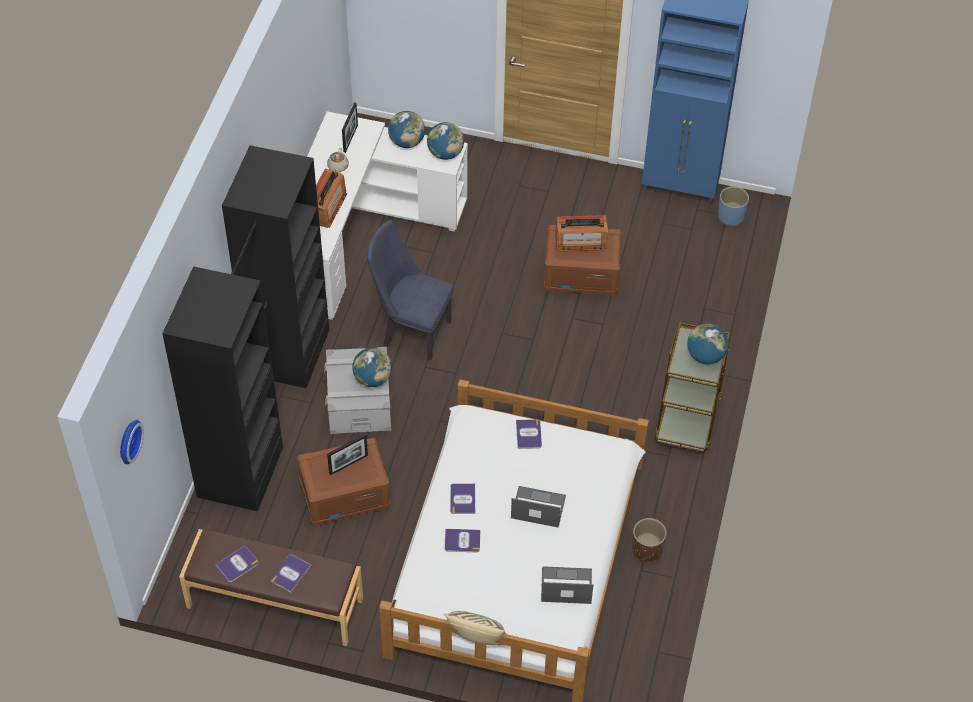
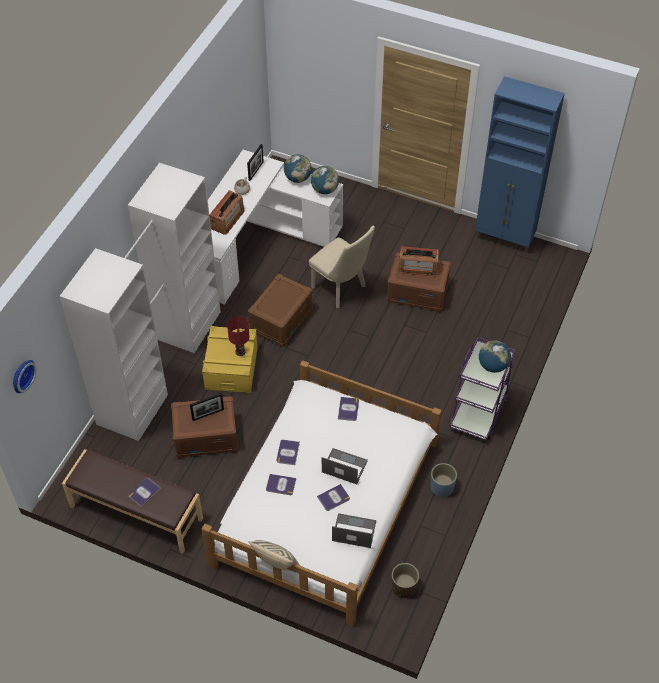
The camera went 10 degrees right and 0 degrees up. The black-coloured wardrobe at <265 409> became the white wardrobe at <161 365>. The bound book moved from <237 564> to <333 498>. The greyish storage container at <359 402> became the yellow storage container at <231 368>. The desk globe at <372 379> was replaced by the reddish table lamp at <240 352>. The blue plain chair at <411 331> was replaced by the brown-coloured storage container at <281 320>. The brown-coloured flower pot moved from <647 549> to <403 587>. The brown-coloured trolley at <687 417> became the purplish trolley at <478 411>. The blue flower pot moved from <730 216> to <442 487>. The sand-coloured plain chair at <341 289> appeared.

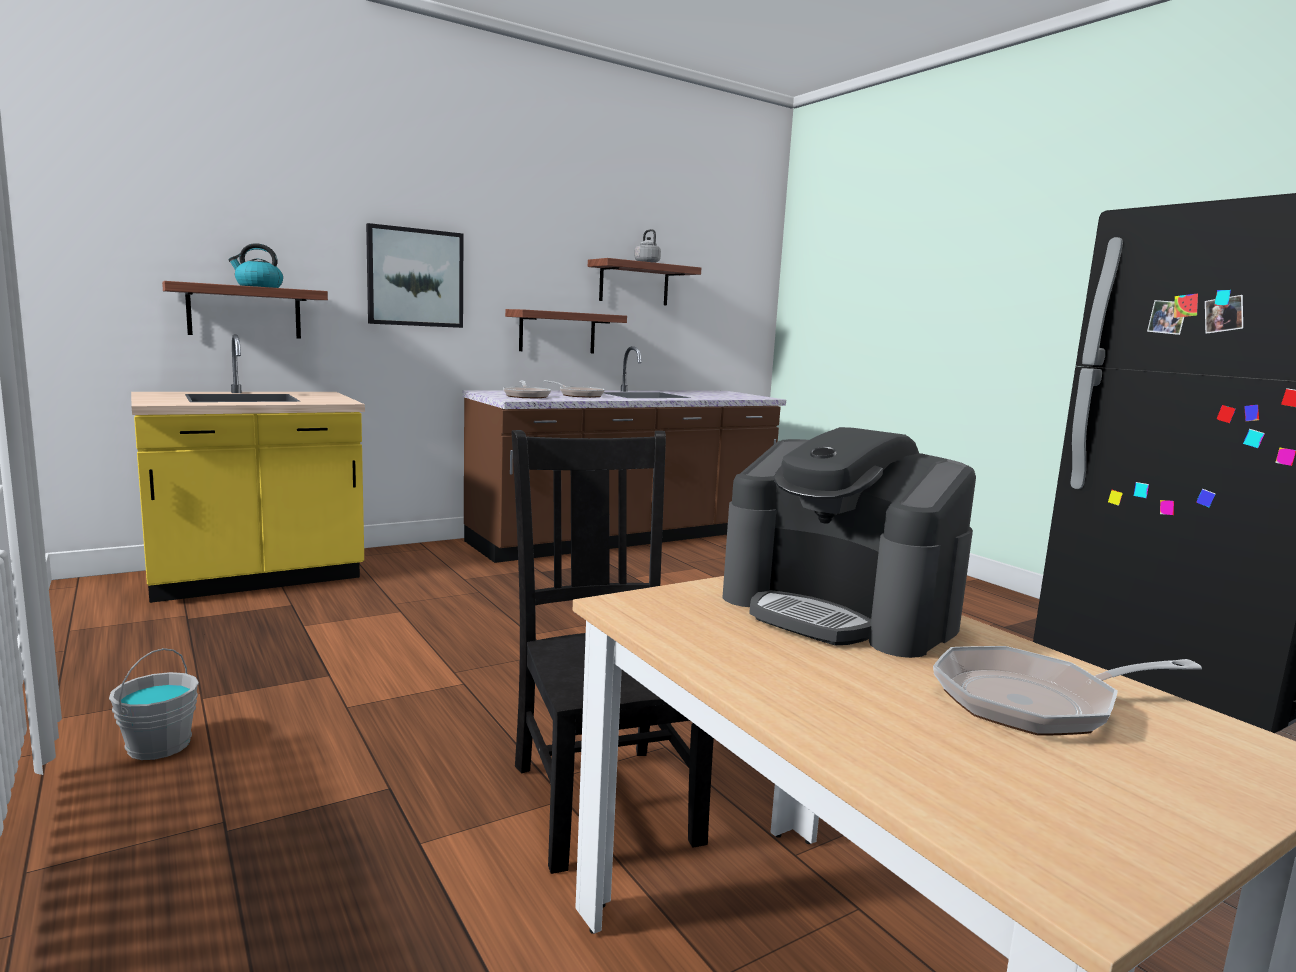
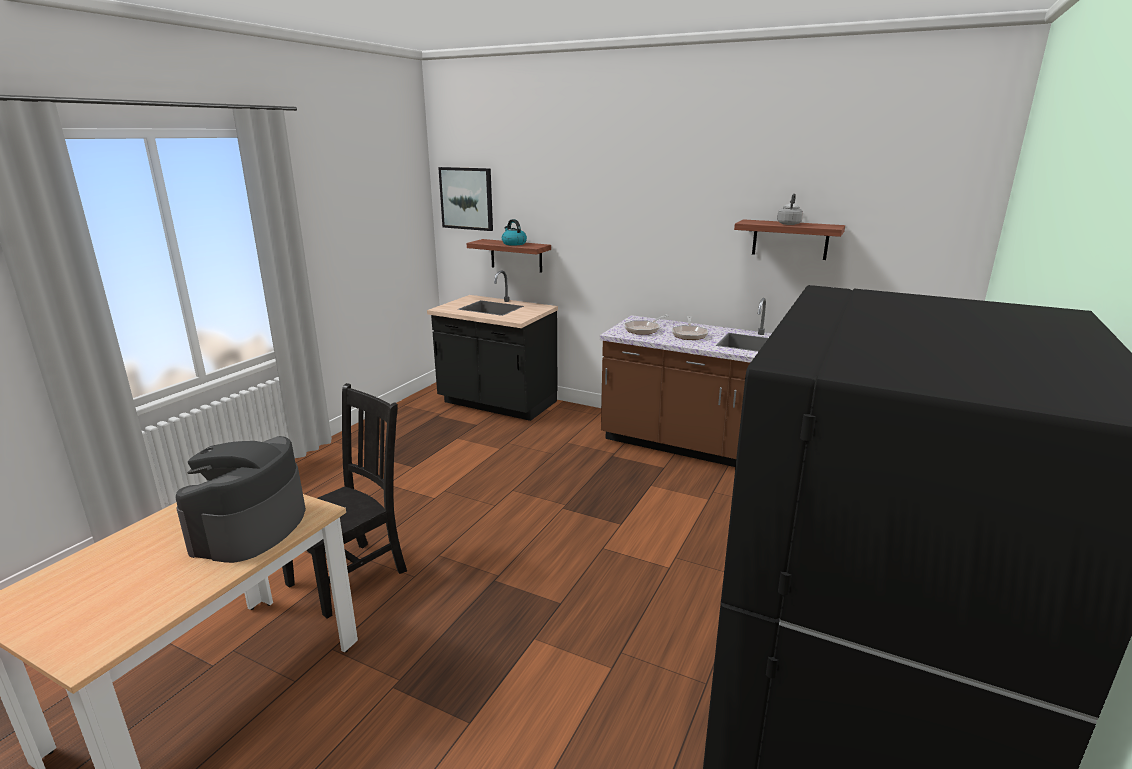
The camera went 60 degrees right and 10 degrees up. The greyish bucket at <158 745> disappeared. The yellow kitchen base unit at <256 578> became the black-coloured kitchen base unit at <497 404>. The picture moved from <415 277> to <467 198>. The bracket shelf at <557 332> disappeared. The pan at <1035 702> disappeared.

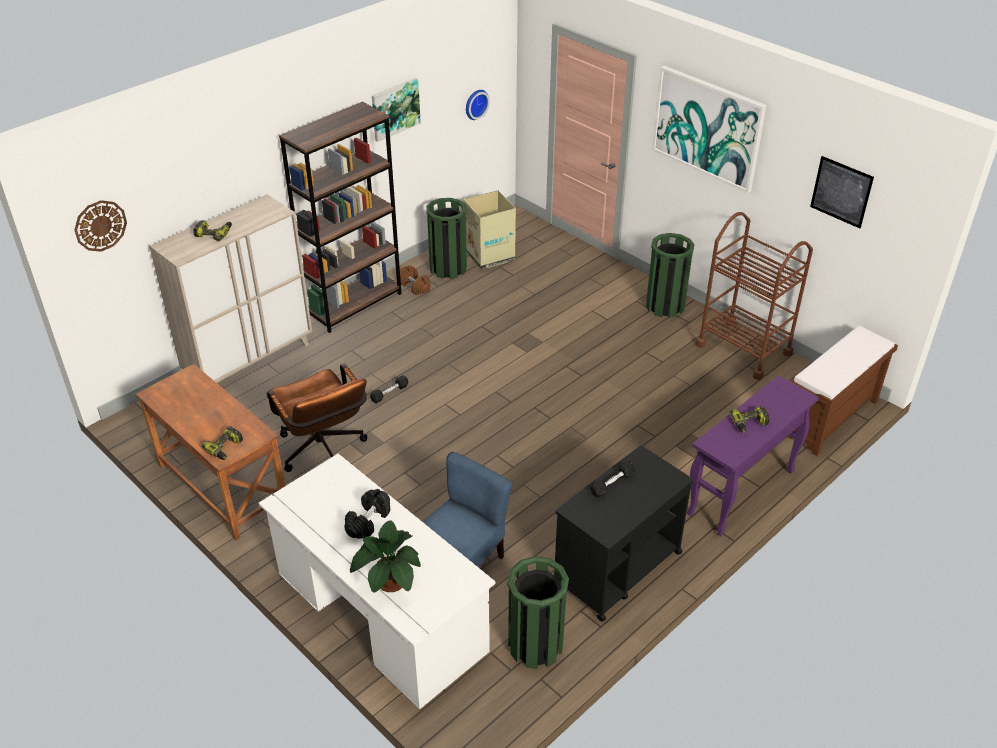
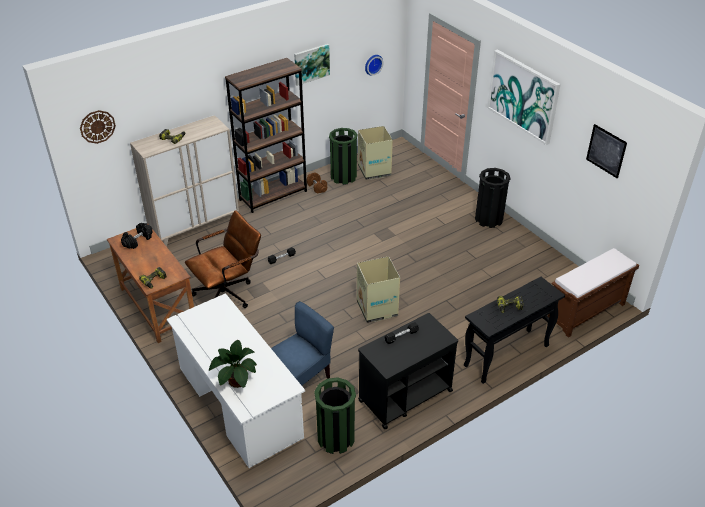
The camera went 10 degrees right and 0 degrees up. The brown-coloured office chair at <324 453> turned 105 degrees counterclockwise. The black-coloured free weight moved from <368 521> to <138 240>. The green-coloured waste bin at <665 306> became the black-coloured waste bin at <488 219>. The purplish console table at <741 493> became the black-coloured console table at <506 356>. The brown-coloured trolley at <743 349> disappeared. The carton at <377 309> appeared.

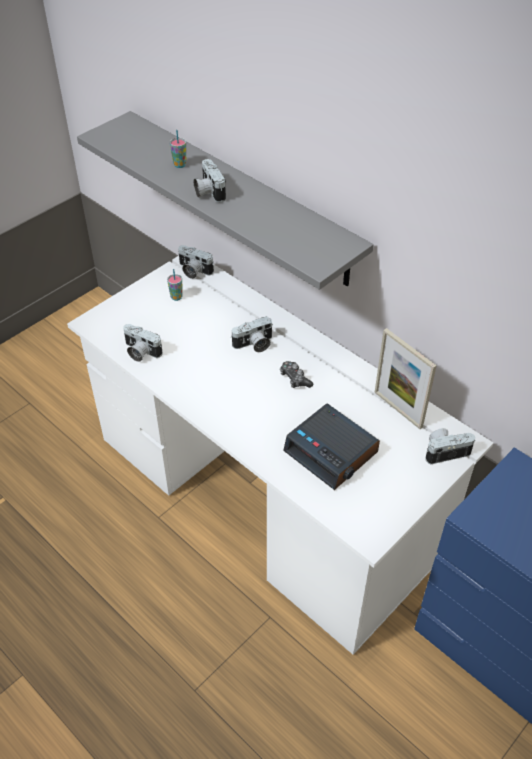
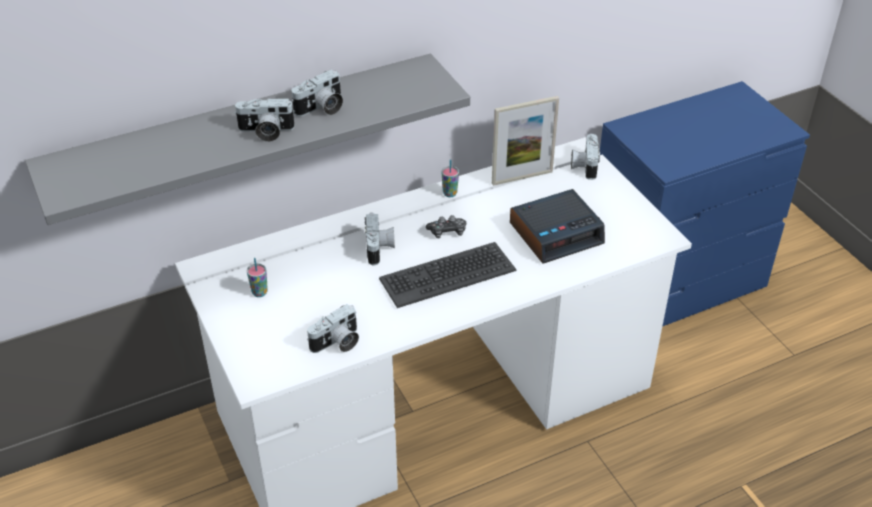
The camera went 70 degrees left and 5 degrees down. The drinking cup moved from <179 165> to <450 193>. The photo camera moved from <193 271> to <321 108>. The computer keyboard at <447 274> appeared.

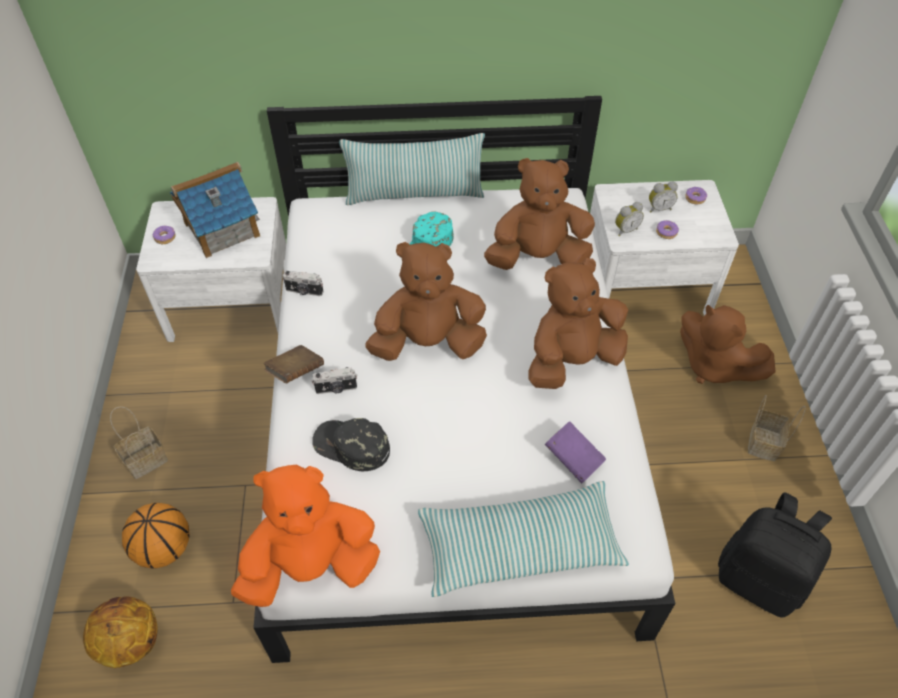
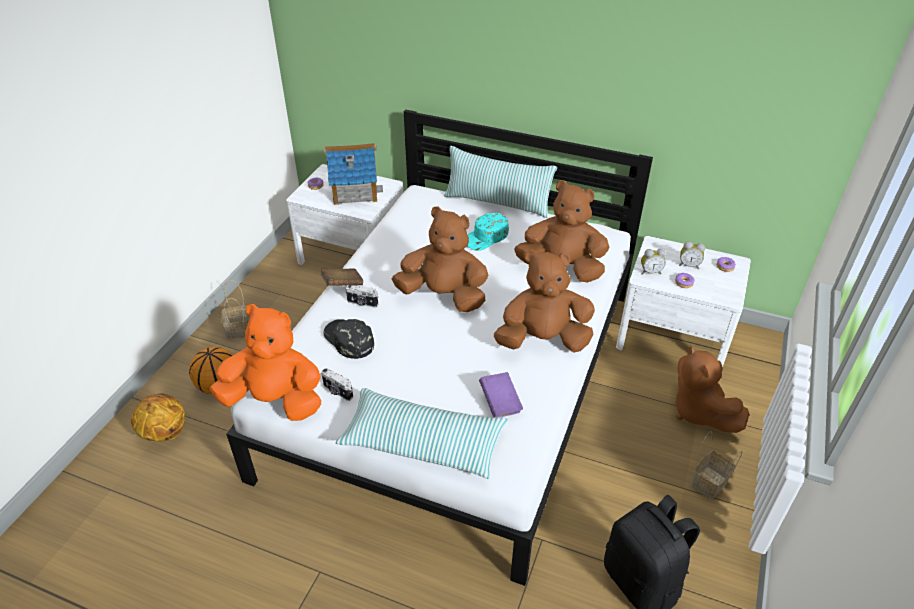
The camera went 25 degrees right and 10 degrees down. The photo camera moved from <304 291> to <337 391>.

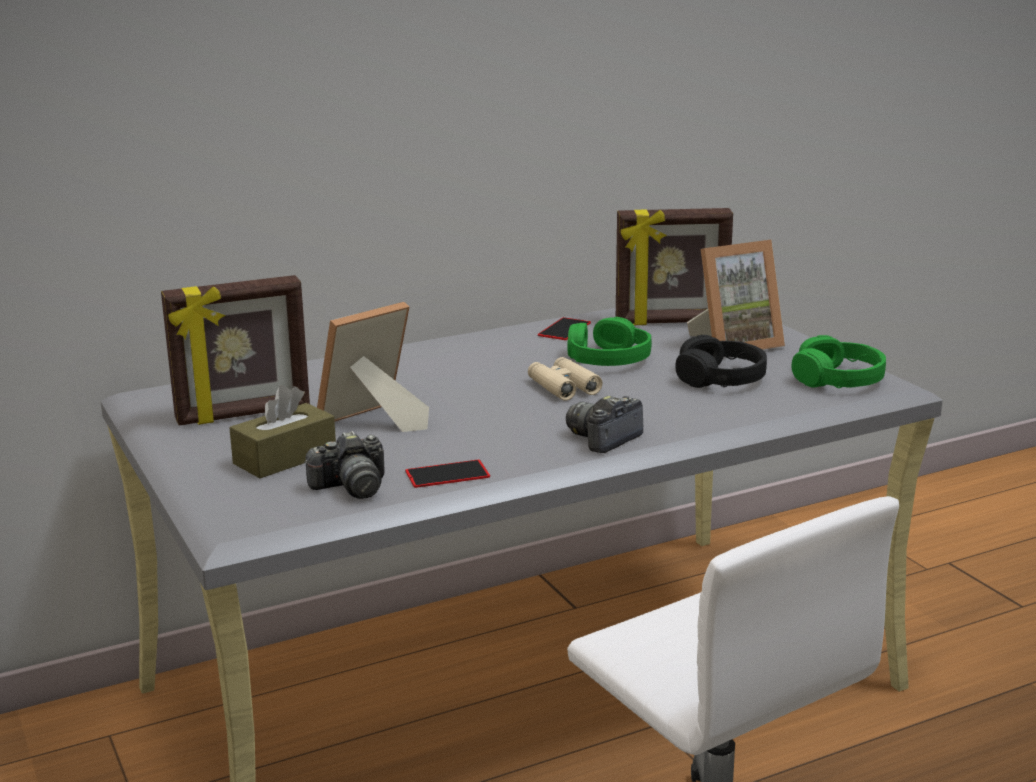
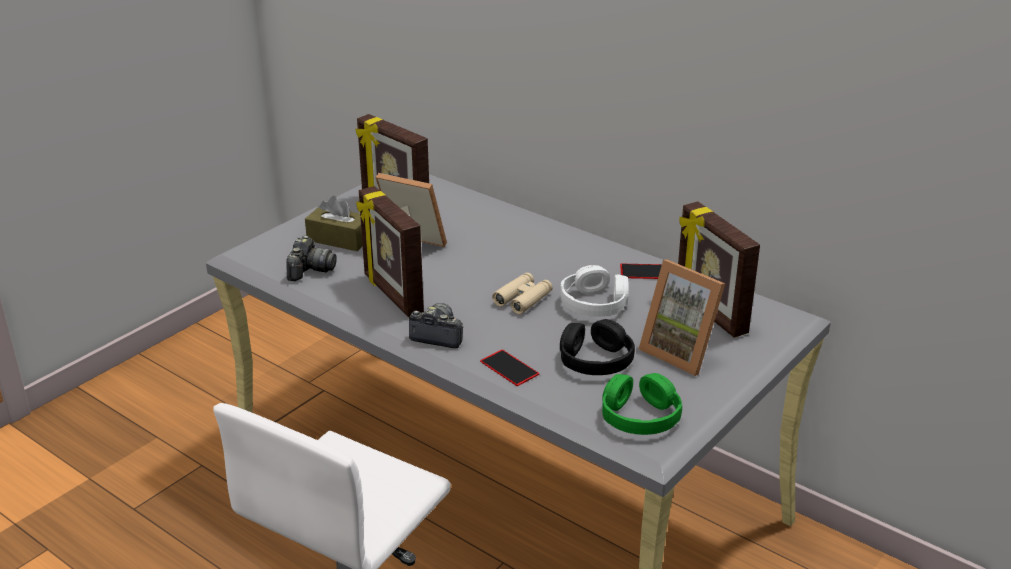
The camera went 65 degrees right and 10 degrees up. The photo camera at <351 487> turned 120 degrees counterclockwise. The telephone moved from <447 474> to <509 368>. The green-coloured pair of headphones at <607 359> became the white pair of headphones at <595 303>. The standing frame at <392 294> appeared.

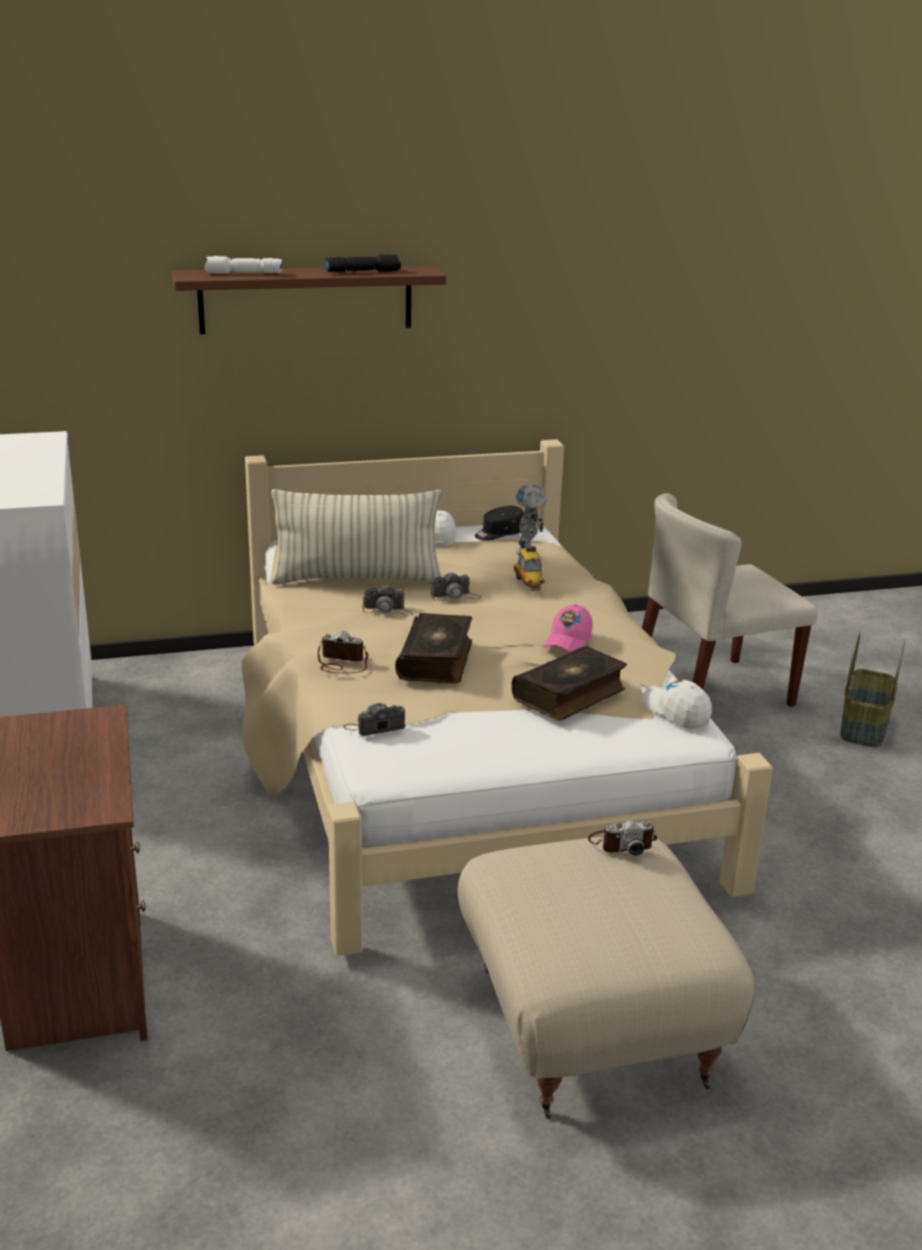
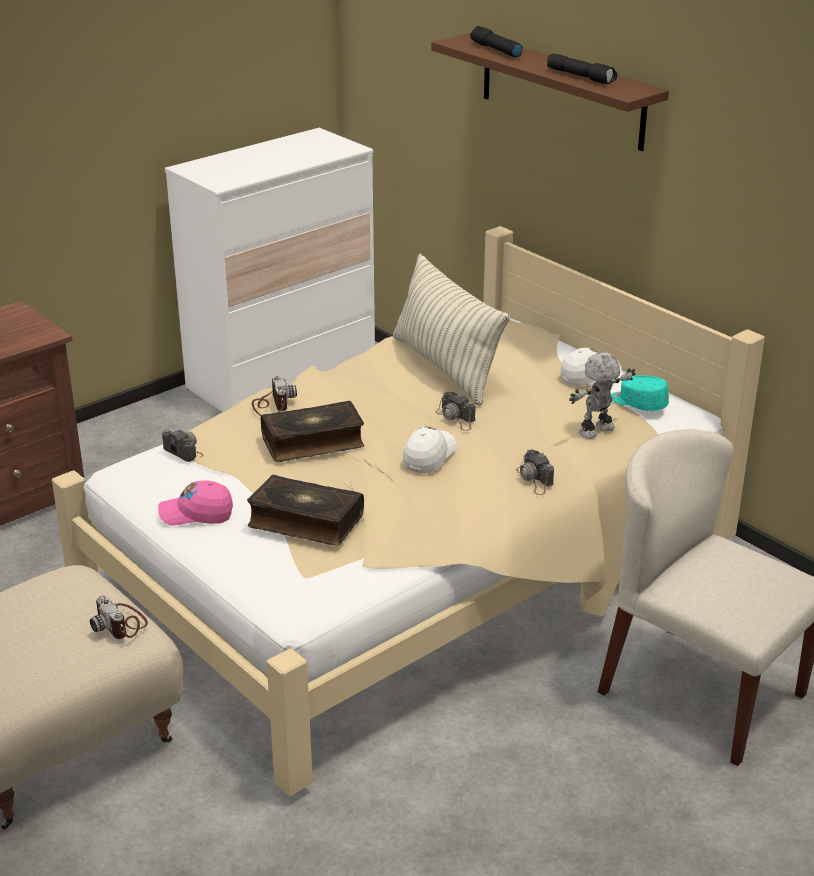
The camera went 65 degrees right and 5 degrees up. The white torch at <243 274> became the black-coloured torch at <495 50>. The photo camera moved from <387 610> to <534 479>. The black-coloured peaked cap at <499 534> became the turquoise peaked cap at <638 403>. The toy car at <529 584> disappeared. The pink peaked cap moved from <568 641> to <196 514>. The white peaked cap moved from <676 712> to <429 456>. The household basket at <862 727> disappeared.

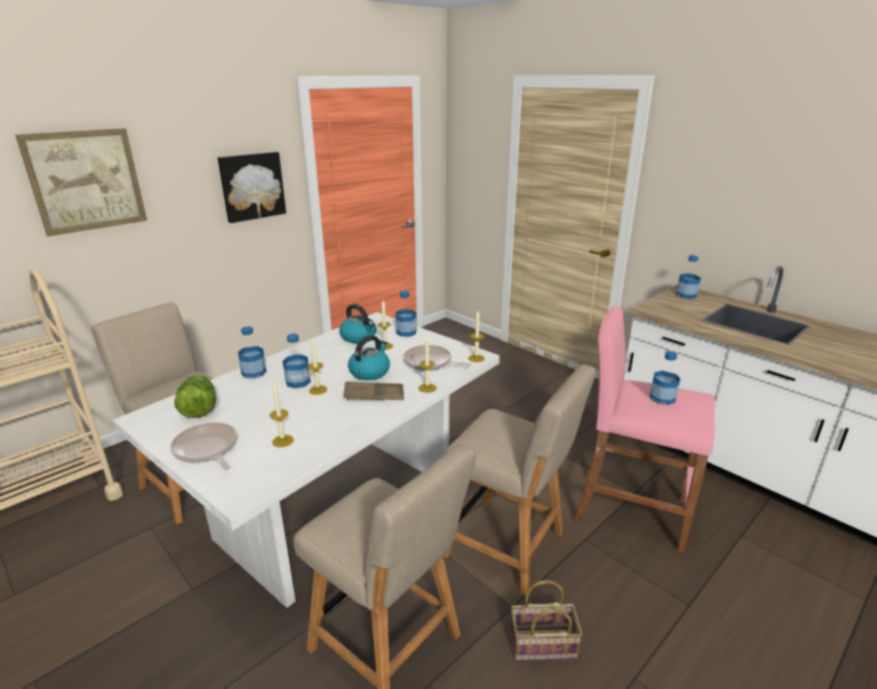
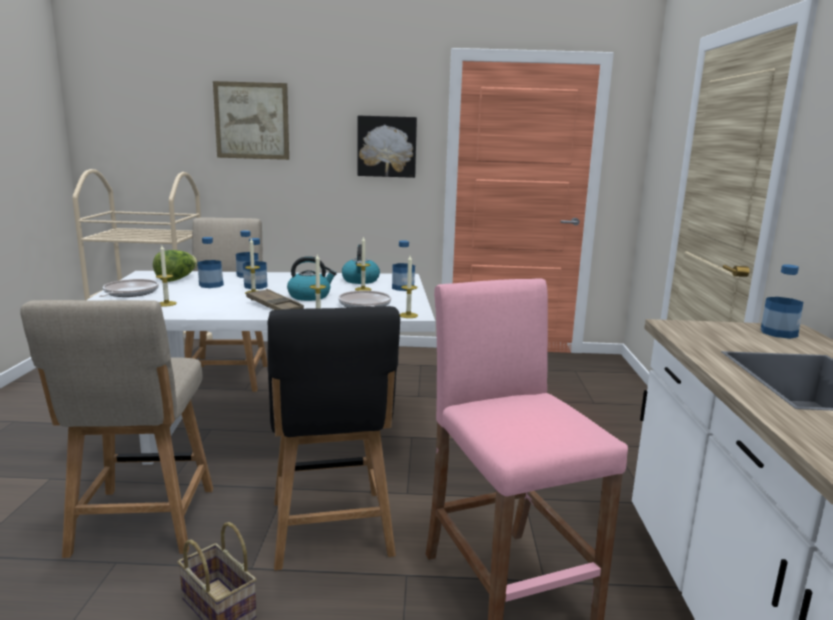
The camera went 45 degrees right and 10 degrees down. The sand-coloured plain chair at <509 547> became the black-coloured plain chair at <331 532>. The drink bottle moved from <662 398> to <211 285>.

